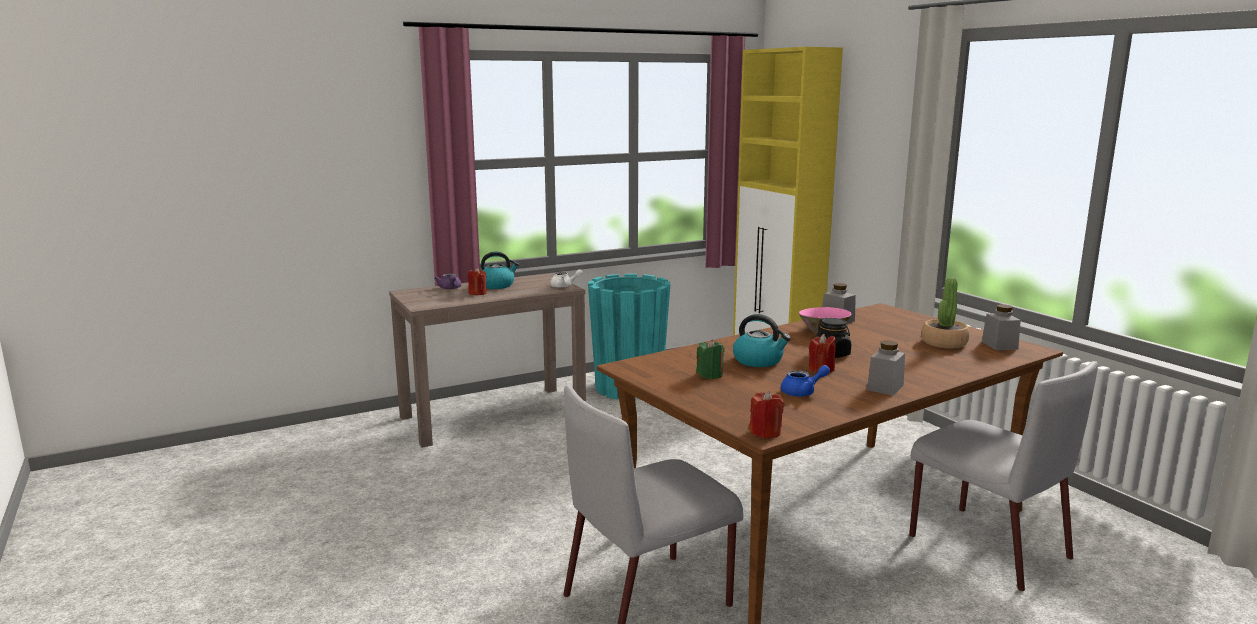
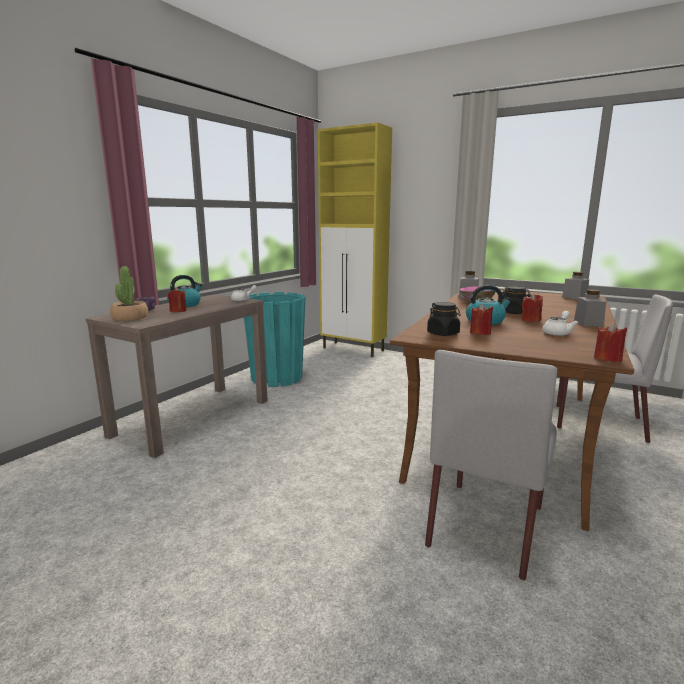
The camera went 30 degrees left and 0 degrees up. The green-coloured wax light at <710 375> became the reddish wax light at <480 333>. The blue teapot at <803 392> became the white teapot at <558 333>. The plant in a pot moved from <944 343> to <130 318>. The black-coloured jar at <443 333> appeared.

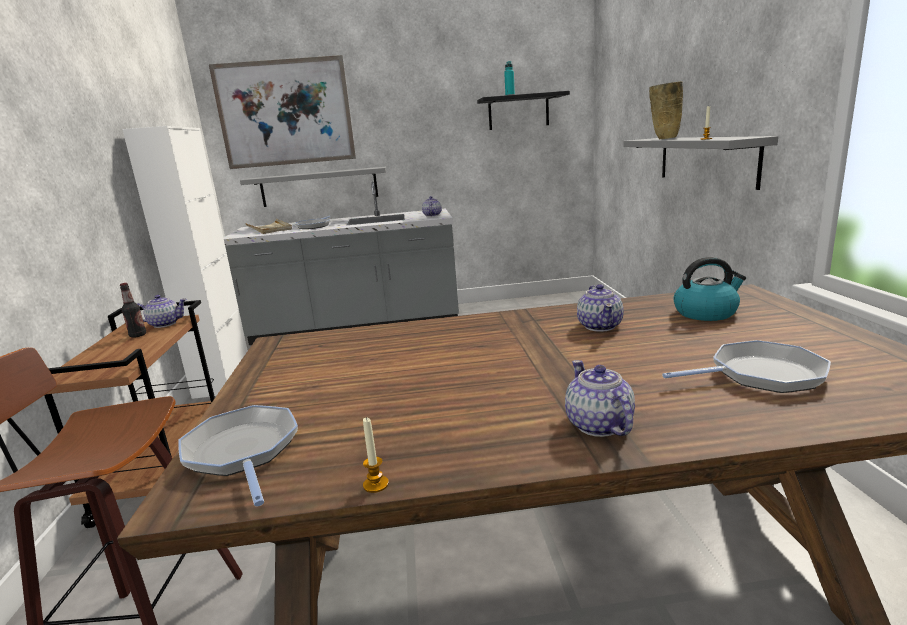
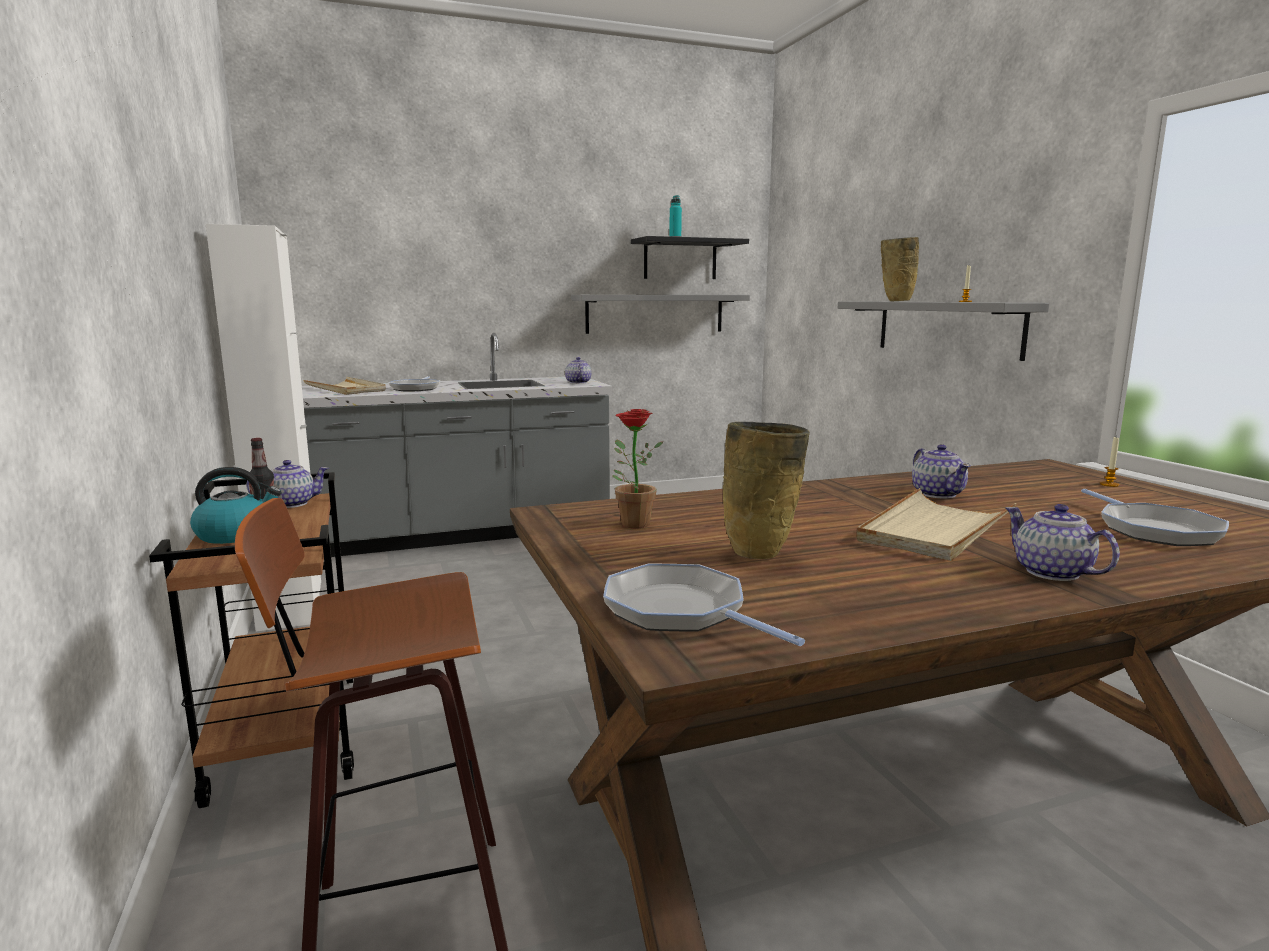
The camera went 15 degrees left and 5 degrees down. The picture at <285 113> disappeared. The greyish bracket shelf moved from <319 187> to <655 313>. The wax light moved from <376 484> to <1109 484>. The pan at <761 375> turned 105 degrees clockwise. The kettle moved from <706 313> to <236 534>. The plant in a pot at <630 522> appeared. The sand-coloured decorative vase at <762 554> appeared. The sand-coloured serving tray at <935 530> appeared.

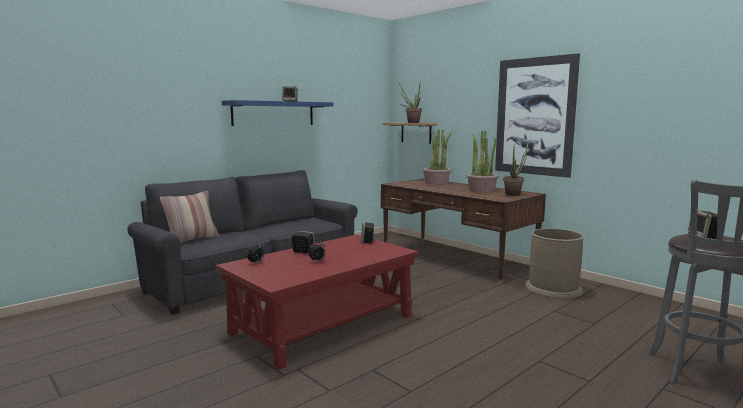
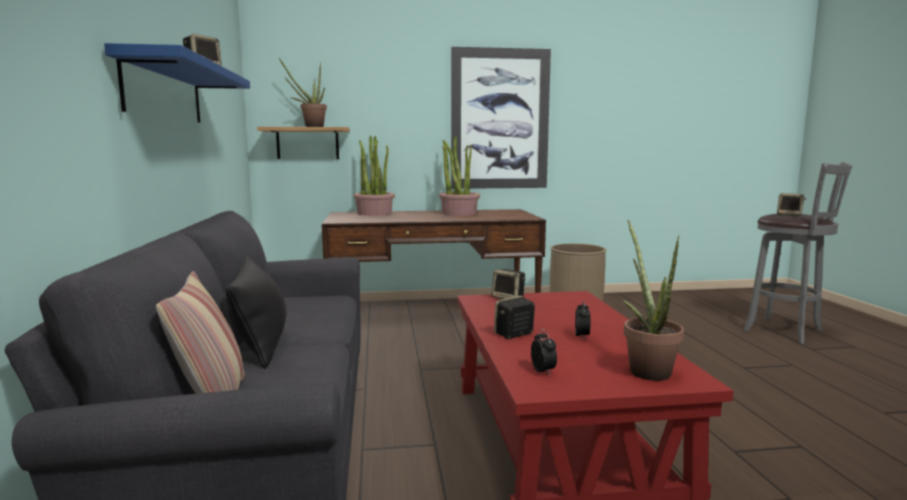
The camera went 55 degrees left and 0 degrees up. The plant in a pot moved from <514 194> to <646 369>. The black-coloured throw pillow at <260 341> appeared.

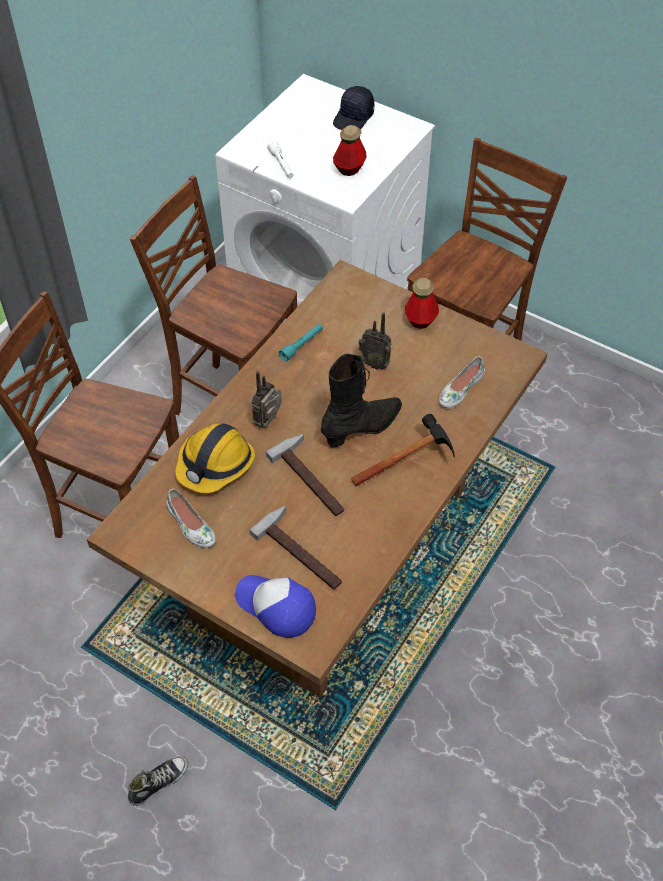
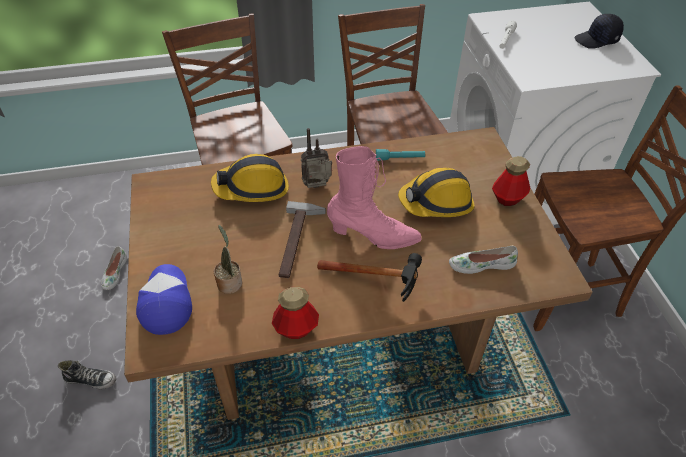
The camera went 45 degrees right and 5 degrees down. The white item of footwear moved from <190 525> to <114 273>. The hand hammer at <303 551> was replaced by the plant in a pot at <229 282>. The black-coloured boot at <362 428> became the pink boot at <373 236>. The drink bottle moved from <349 168> to <296 328>. The radio at <375 363> was replaced by the safety helmet at <436 202>.

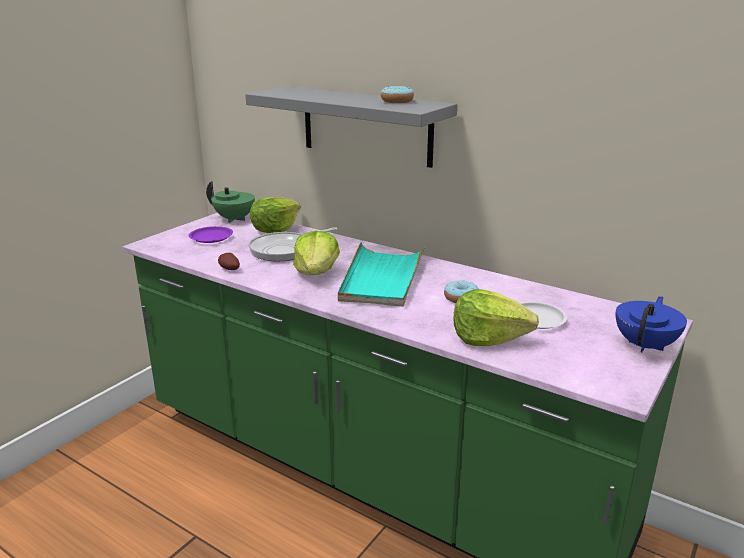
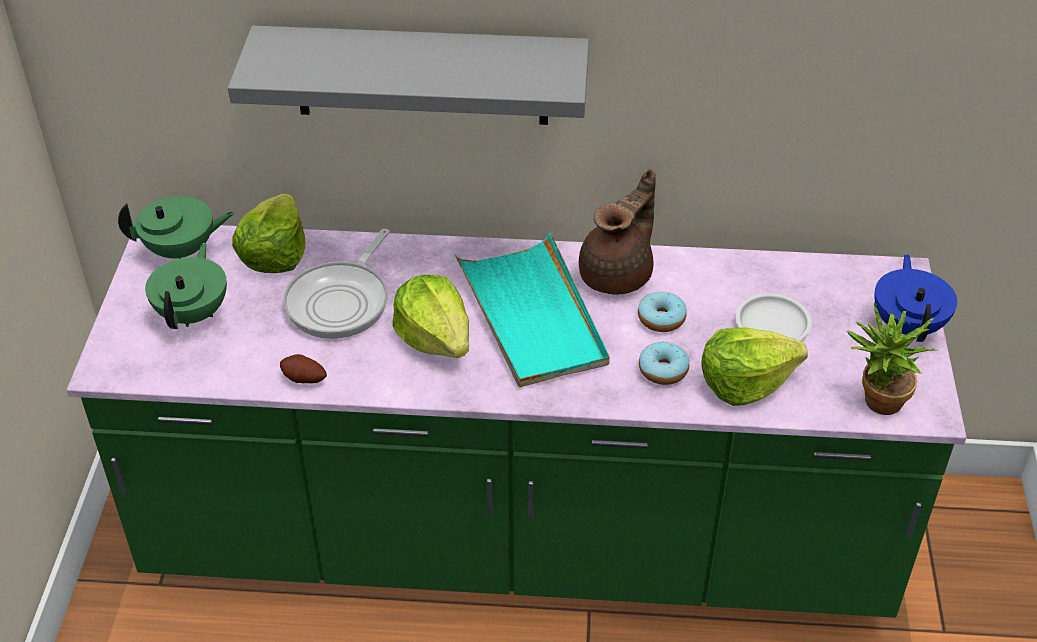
The camera went 30 degrees left and 20 degrees up. The purplish dinner plate at <211 237> was replaced by the green-coloured teapot at <194 313>. The ring doughnut moved from <397 101> to <663 370>. The brown-coloured teapot at <618 274> appeared. The plant in a pot at <875 403> appeared.

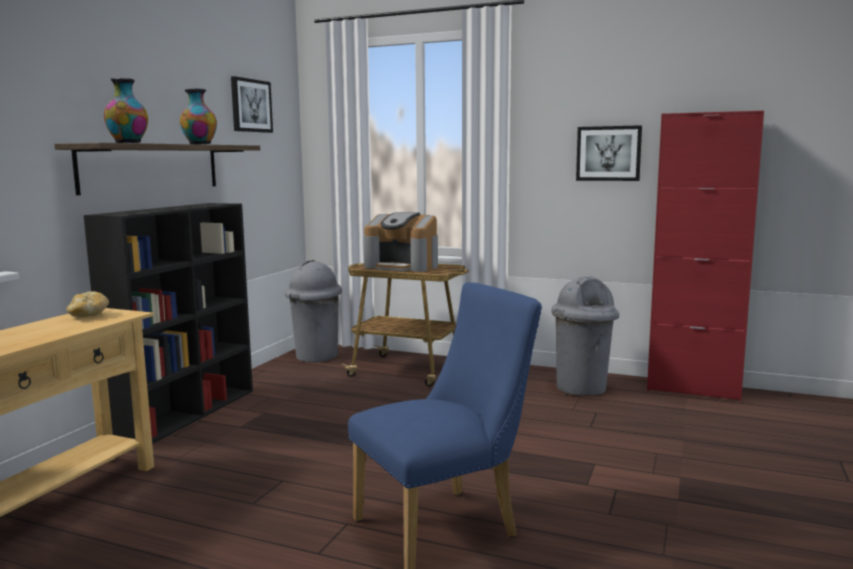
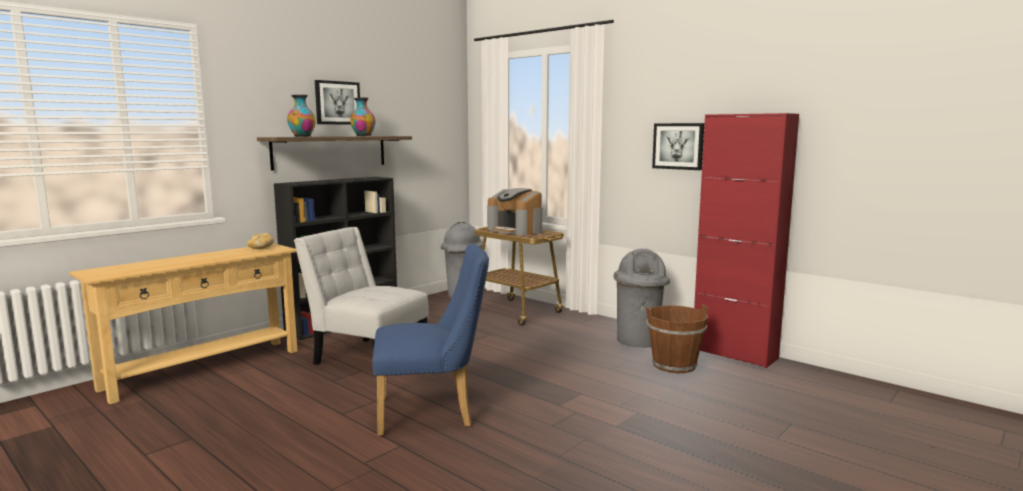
The camera went 20 degrees right and 0 degrees up. The picture moved from <250 105> to <337 103>. The white plain chair at <367 356> appeared. The brown-coloured bucket at <674 365> appeared.

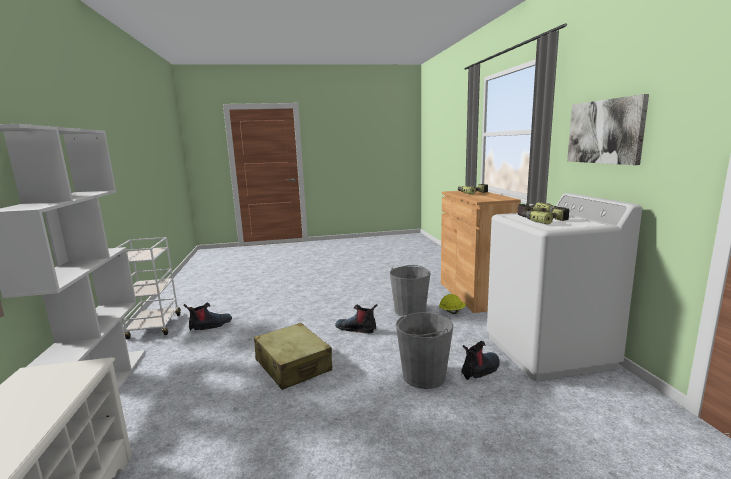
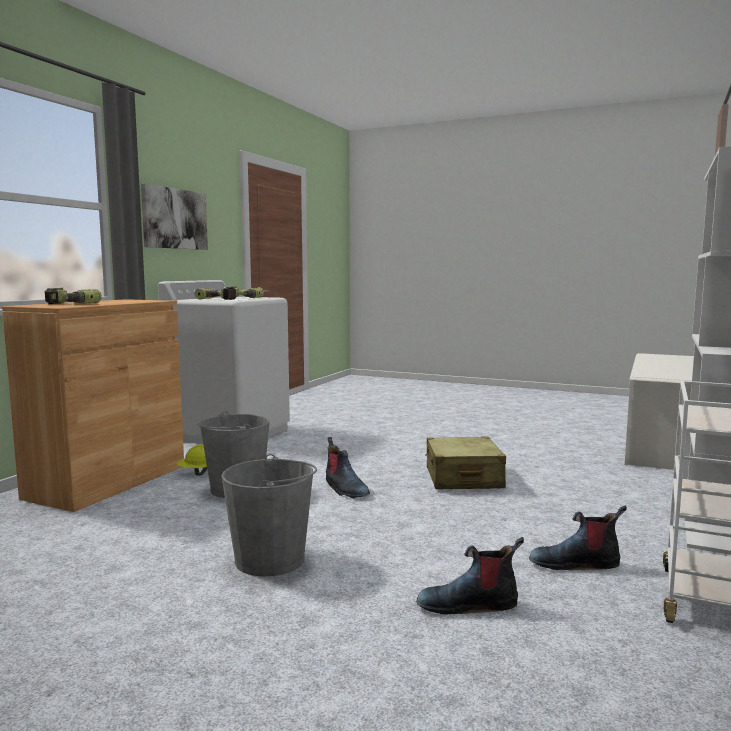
The camera went 145 degrees left and 5 degrees down. The greyish bucket moved from <423 376> to <270 559>. The boot moved from <480 370> to <468 604>.

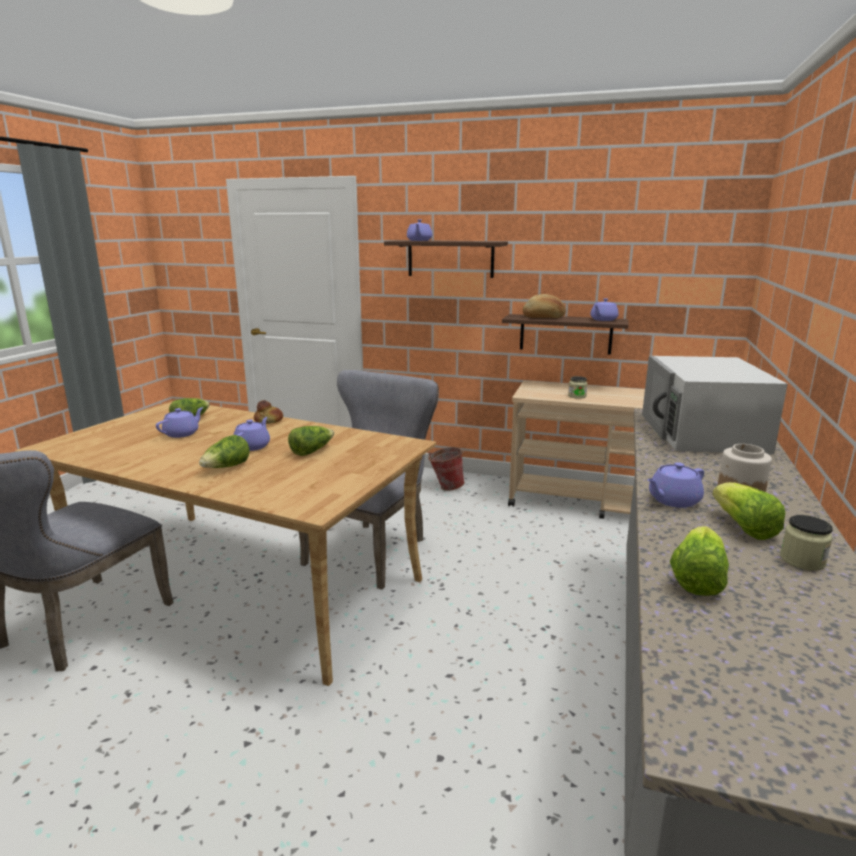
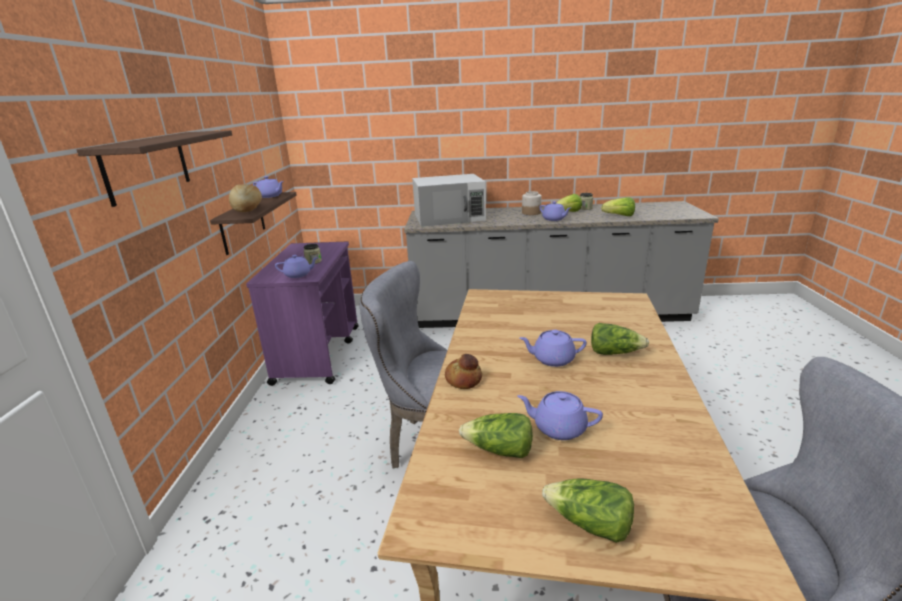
The camera went 105 degrees left and 5 degrees up. The lettuce moved from <311 451> to <589 524>. The purplish teapot moved from <419 240> to <298 275>. The bucket at <446 487> disappeared. The sand-coloured trolley at <578 502> became the purplish trolley at <318 353>.

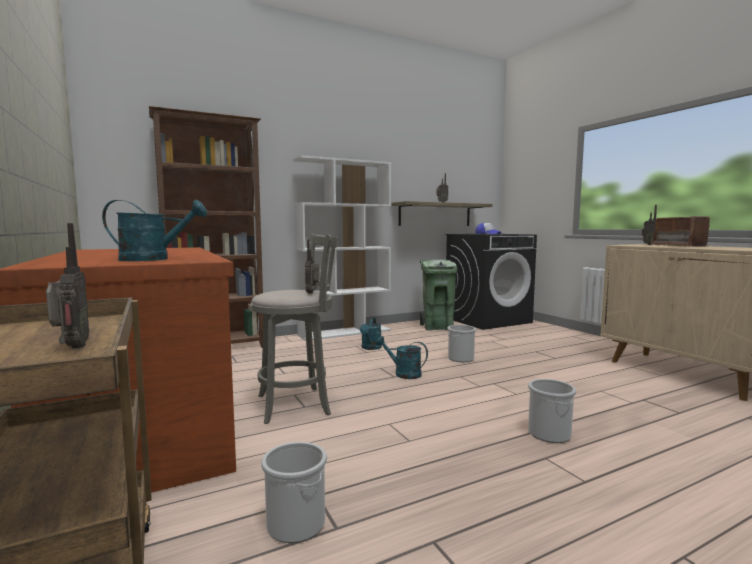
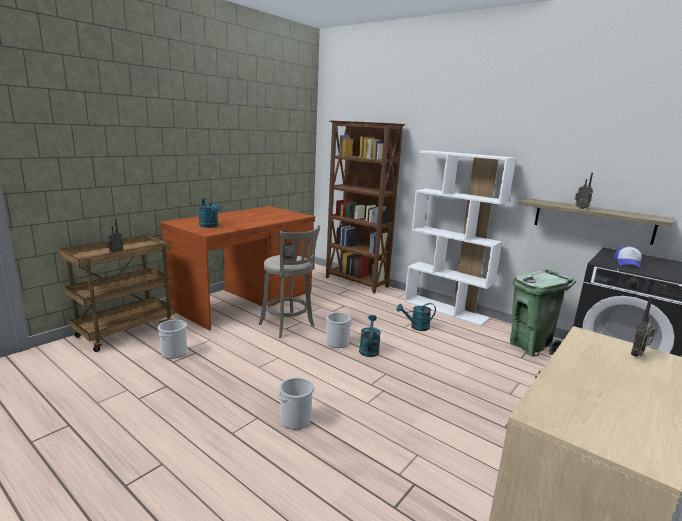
The camera went 65 degrees right and 10 degrees up. The bucket moved from <460 358> to <337 343>. The radio at <679 246> disappeared.

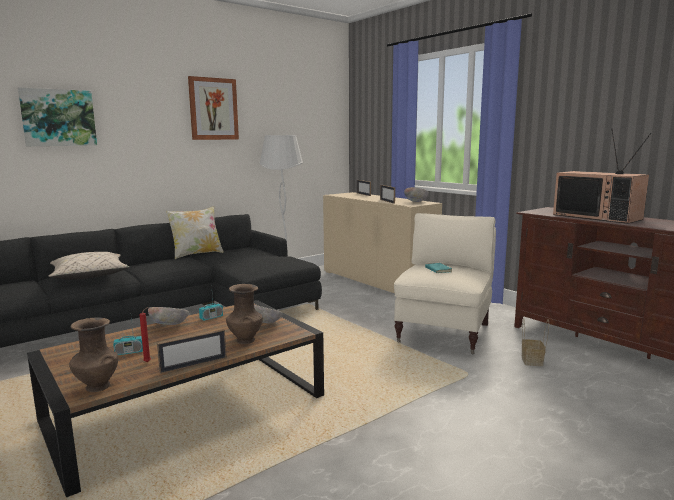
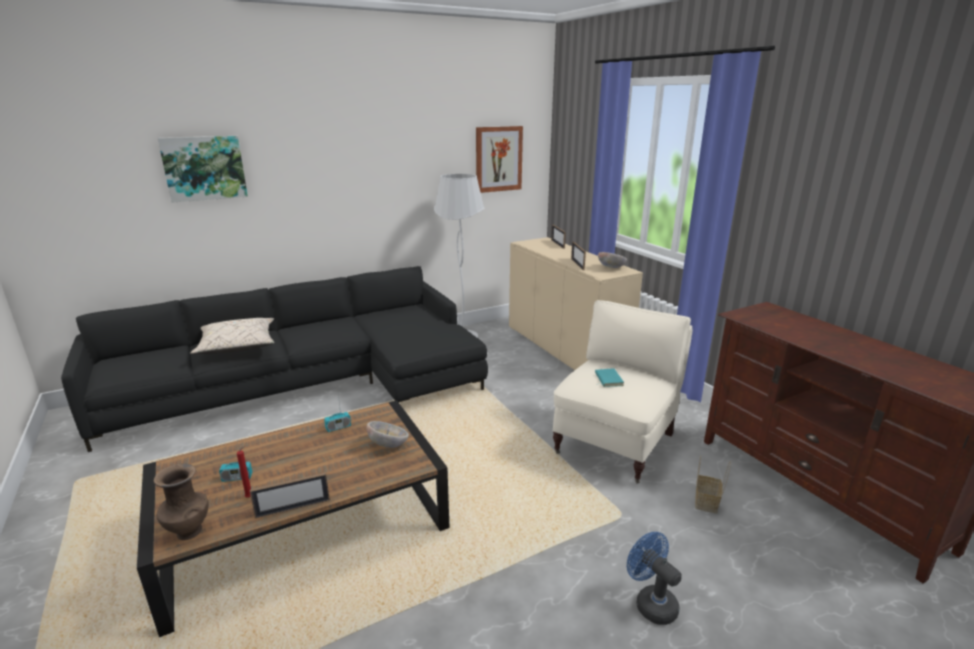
The camera went 10 degrees right and 10 degrees up. The deep dish at <169 326> disappeared. The throw pillow at <197 254> disappeared. The picture moved from <213 109> to <498 159>. The brown-coloured decorative vase at <245 340> disappeared. The TV at <598 217> disappeared. The blue electric fan at <651 602> appeared.

